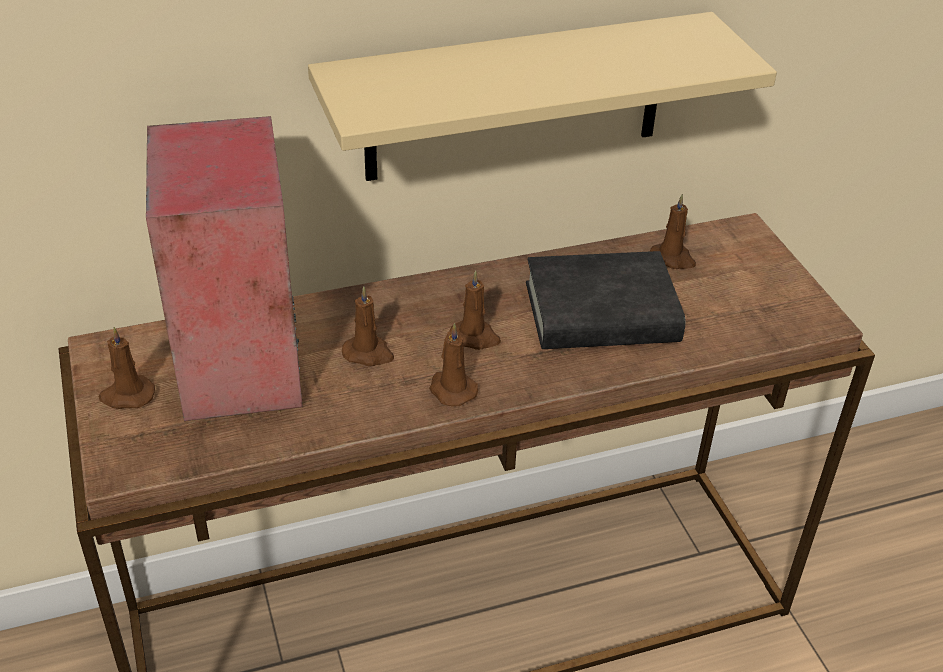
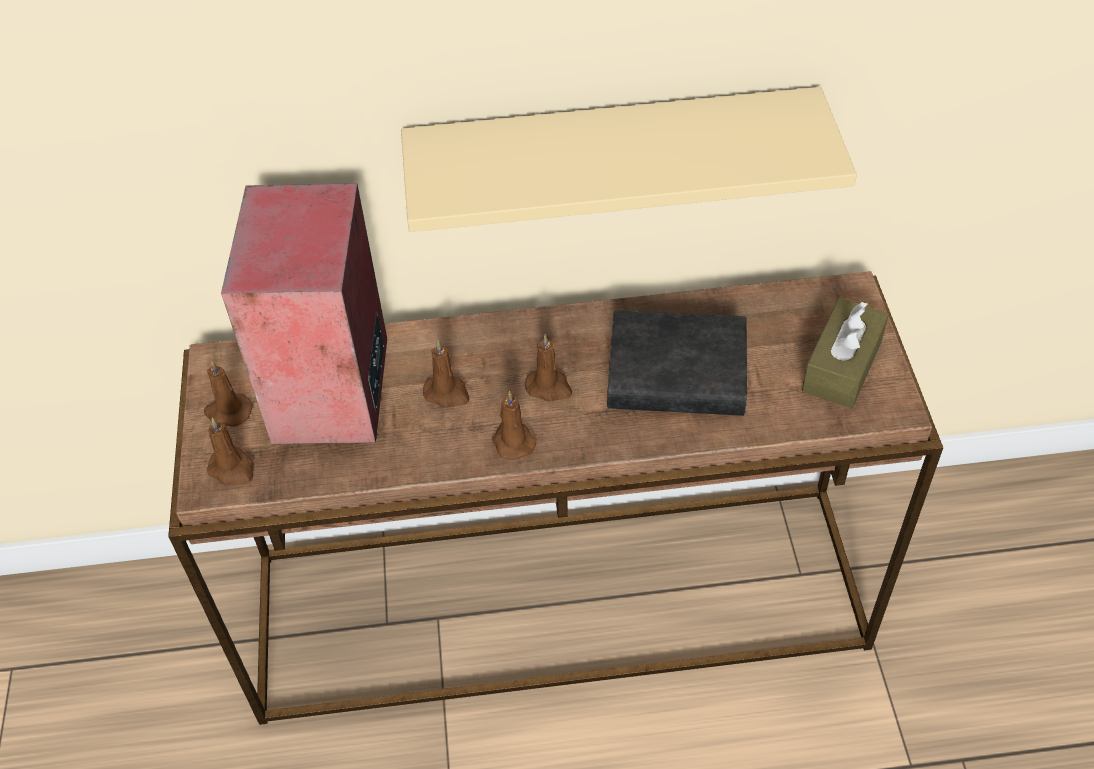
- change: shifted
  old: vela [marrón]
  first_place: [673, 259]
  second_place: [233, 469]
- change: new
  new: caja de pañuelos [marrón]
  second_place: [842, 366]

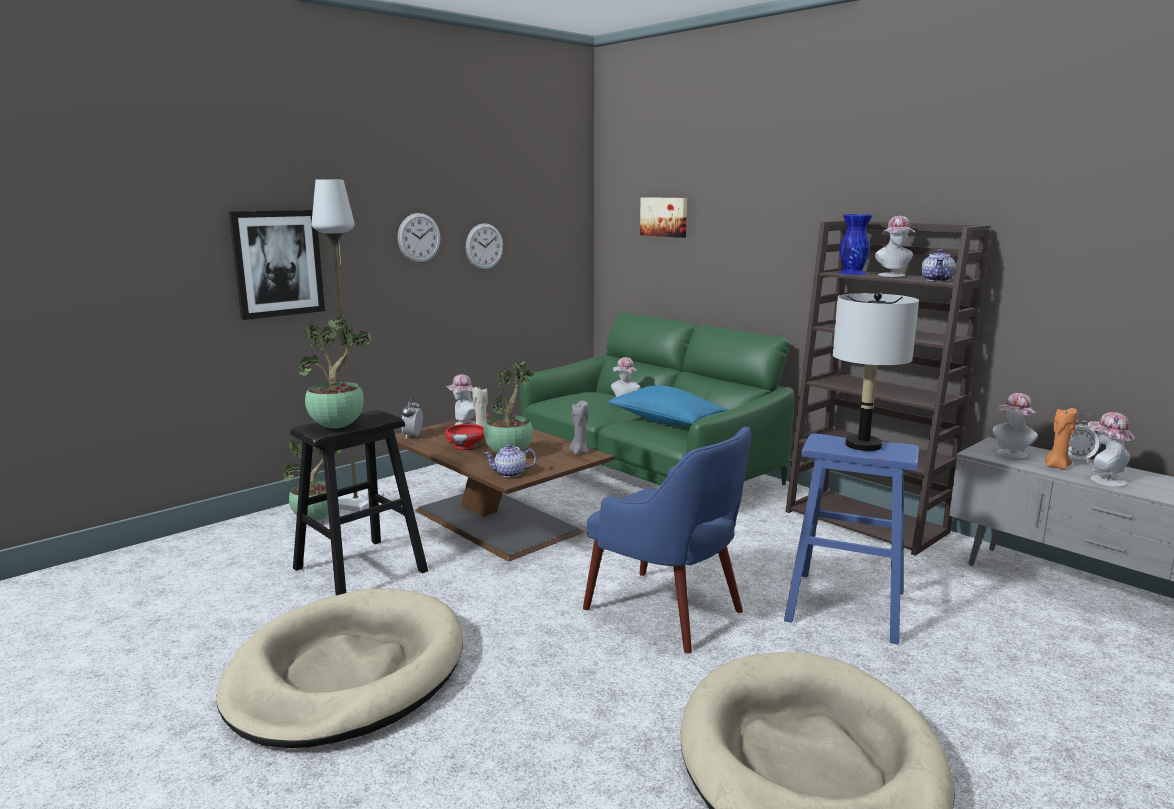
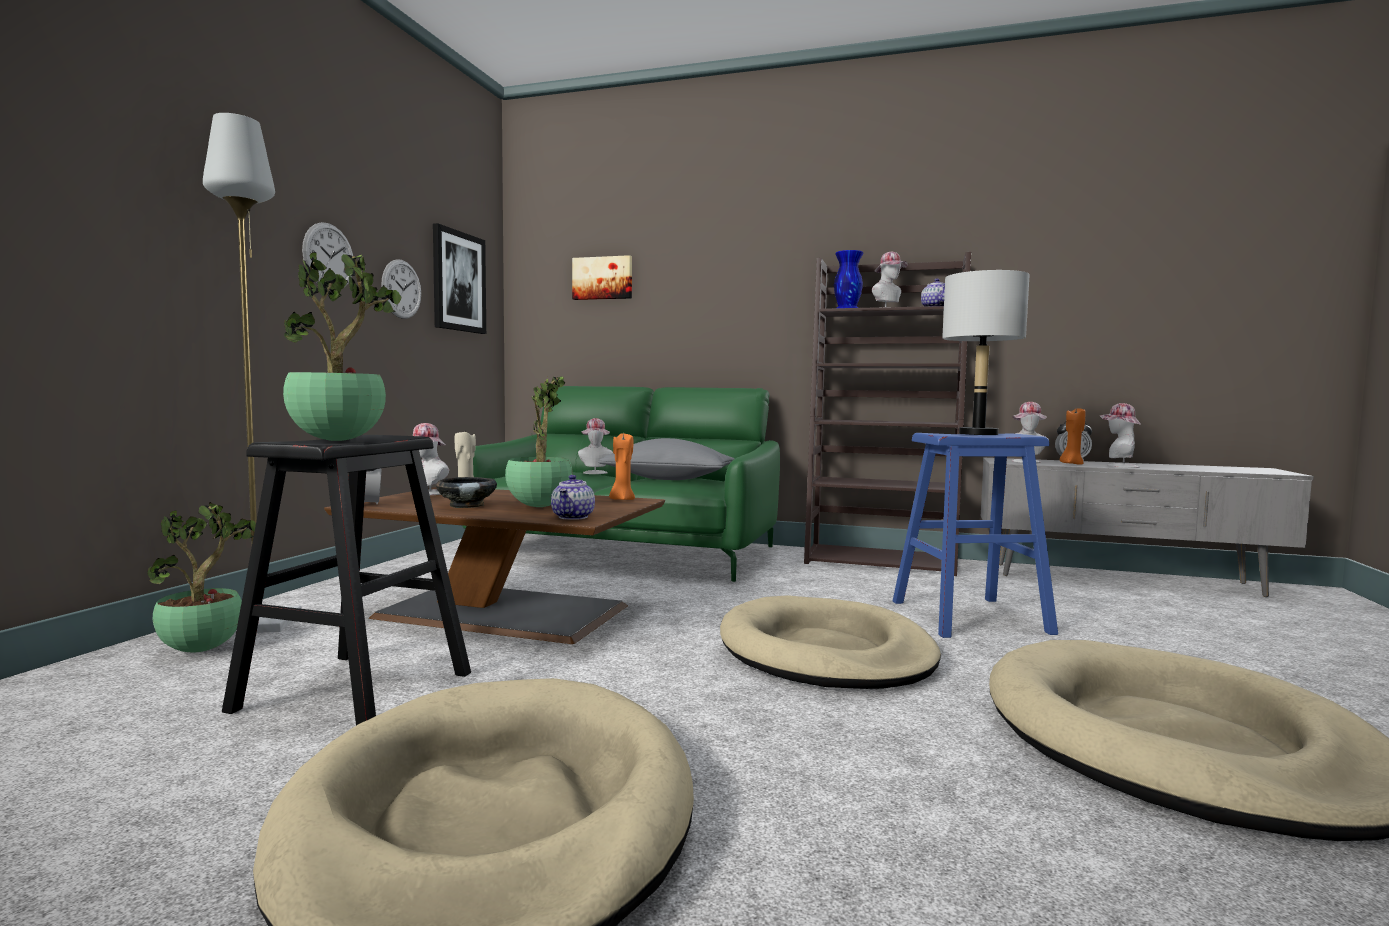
- change: shifted
  old: cuadro
  first_place: [277, 263]
  second_place: [458, 281]
- change: repainted
  old: cuenco [rojo]
  new: cuenco [negro]
  first_place: [466, 446]
  second_place: [467, 505]
- change: rotated
  old: tetera
  first_place: [510, 474]
  second_place: [573, 517]
  degrees: -45
- change: repainted
  old: vela [gris]
  new: vela [naranja]
  first_place: [579, 452]
  second_place: [622, 499]
- change: swapped
  old: sillón [azul]
  new: cama para perro [beis]
  first_place: [667, 611]
  second_place: [825, 652]
- change: repainted
  old: cojín [azul]
  new: cojín [gris]
  first_place: [666, 421]
  second_place: [668, 479]

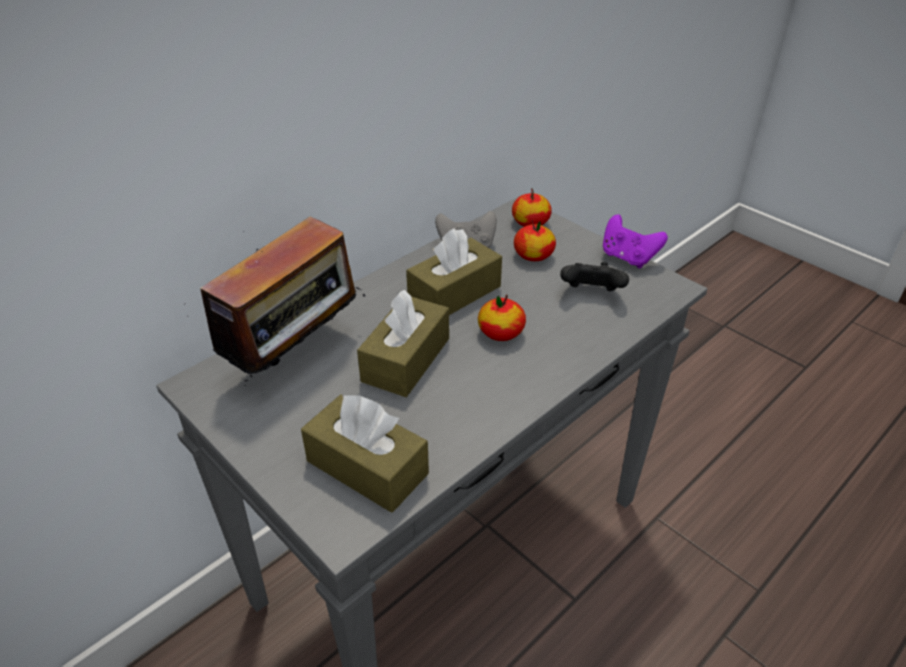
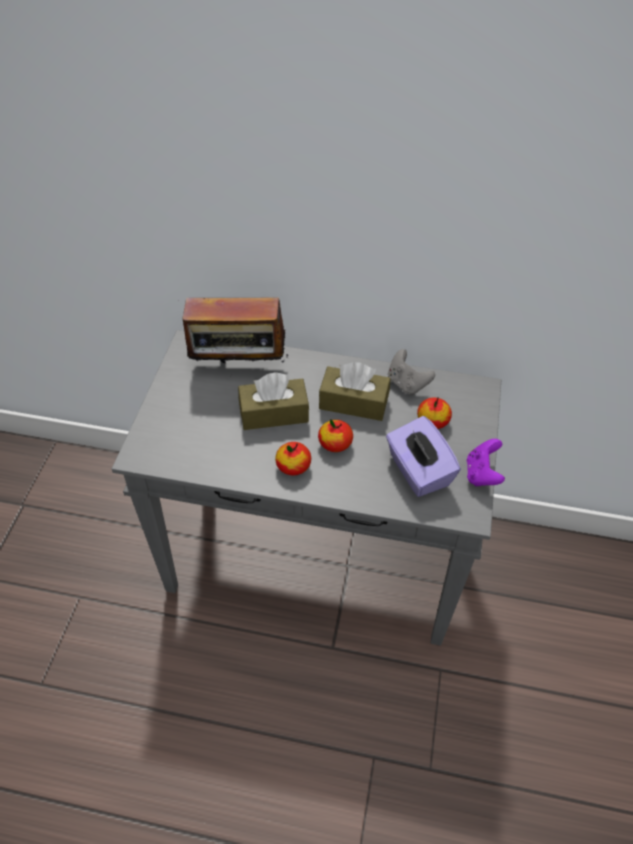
- change: gone
  old: caja de pañuelos [marrón]
  first_place: [367, 467]
- change: shifted
  old: manzana
  first_place: [530, 223]
  second_place: [293, 466]
- change: swapped
  old: mando de consola [negro]
  new: caja de pañuelos [morado]
  first_place: [591, 294]
  second_place: [418, 471]

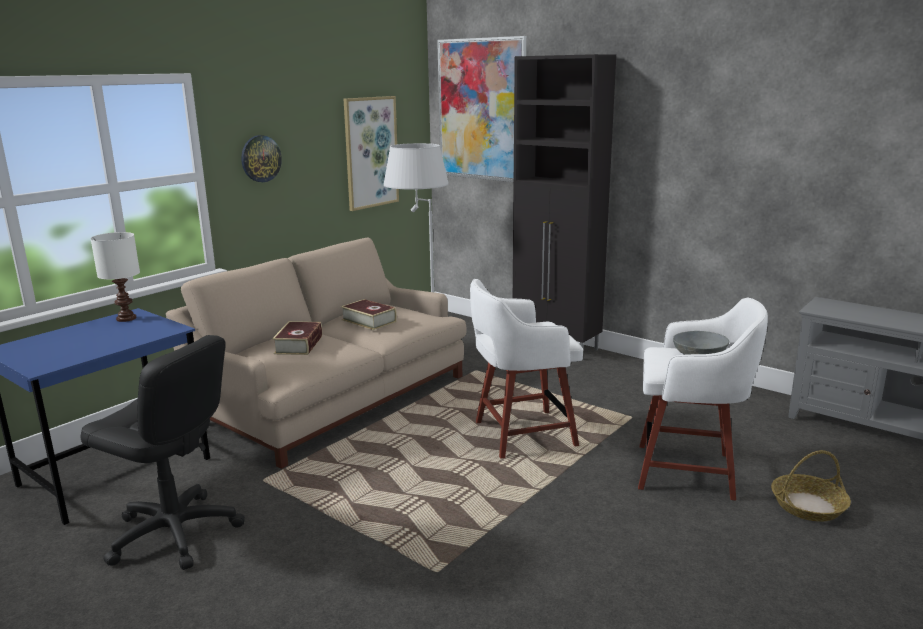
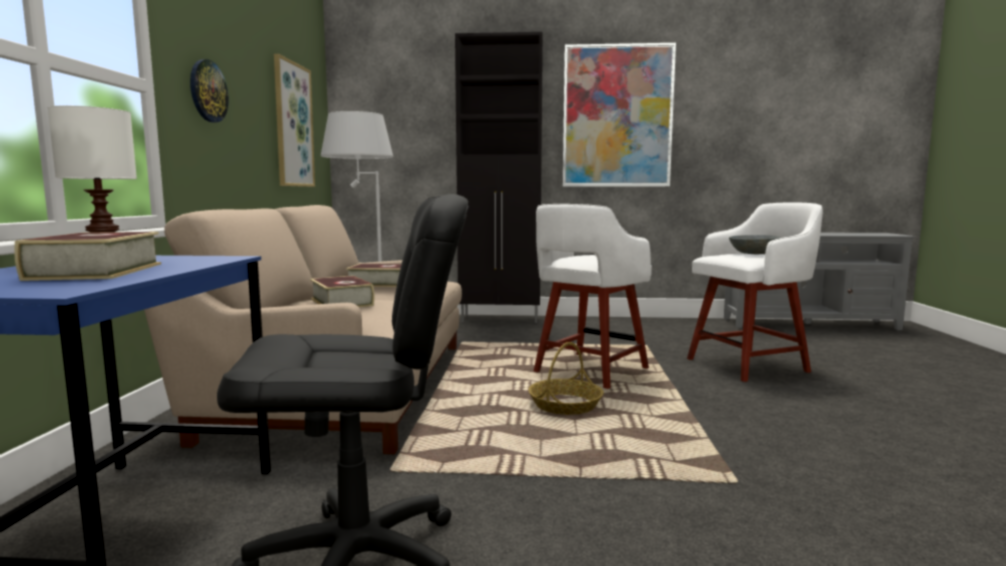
- change: shifted
  old: cuadro
  first_place: [481, 110]
  second_place: [617, 116]
- change: shifted
  old: cesta
  first_place: [808, 506]
  second_place: [565, 405]
- change: new
  new: libro
  second_place: [97, 271]

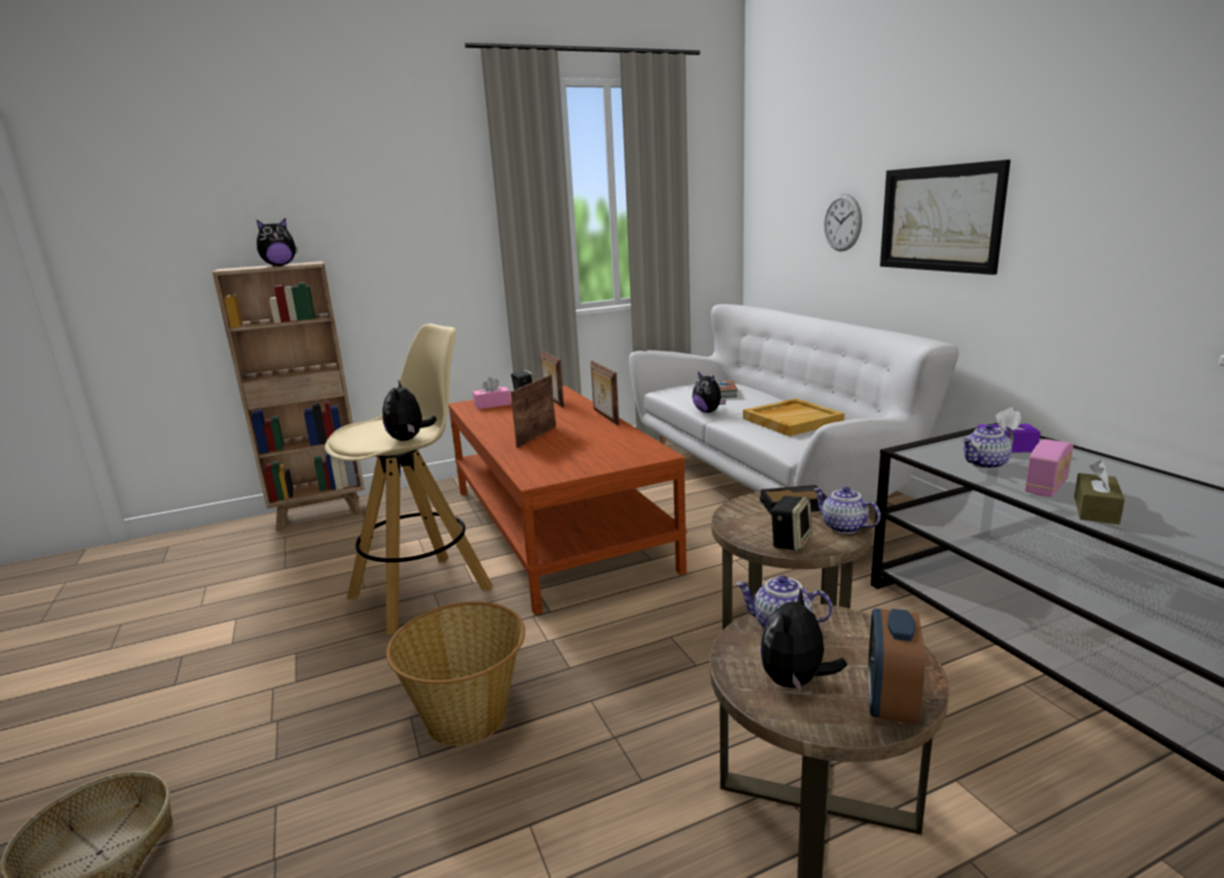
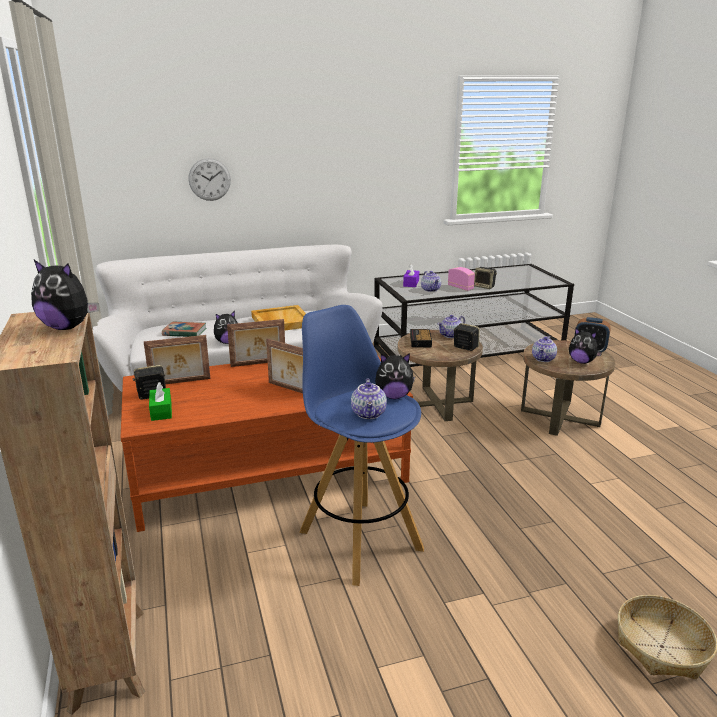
- change: rotated
  old: peluche
  first_place: [279, 265]
  second_place: [68, 327]
  degrees: 135
- change: repainted
  old: taburete [beis]
  new: taburete [azul]
  first_place: [422, 591]
  second_place: [359, 539]
- change: gone
  old: cesta
  first_place: [468, 717]
- change: repainted
  old: caja de pañuelos [rosa]
  new: caja de pañuelos [verde]
  first_place: [492, 405]
  second_place: [161, 411]
- change: gone
  old: cuadro
  first_place: [940, 218]
- change: swapped
  old: caja de pañuelos [marrón]
  new: altavoz
  first_place: [1095, 510]
  second_place: [484, 286]
- change: new
  new: tetera
  second_place: [369, 414]

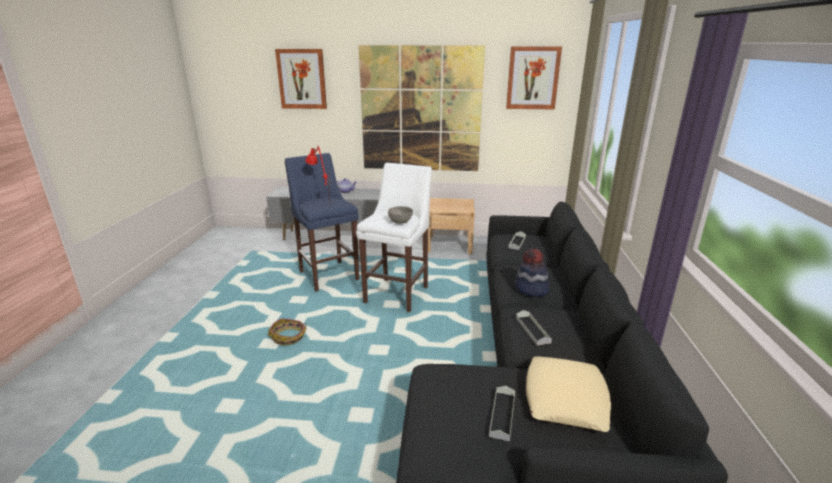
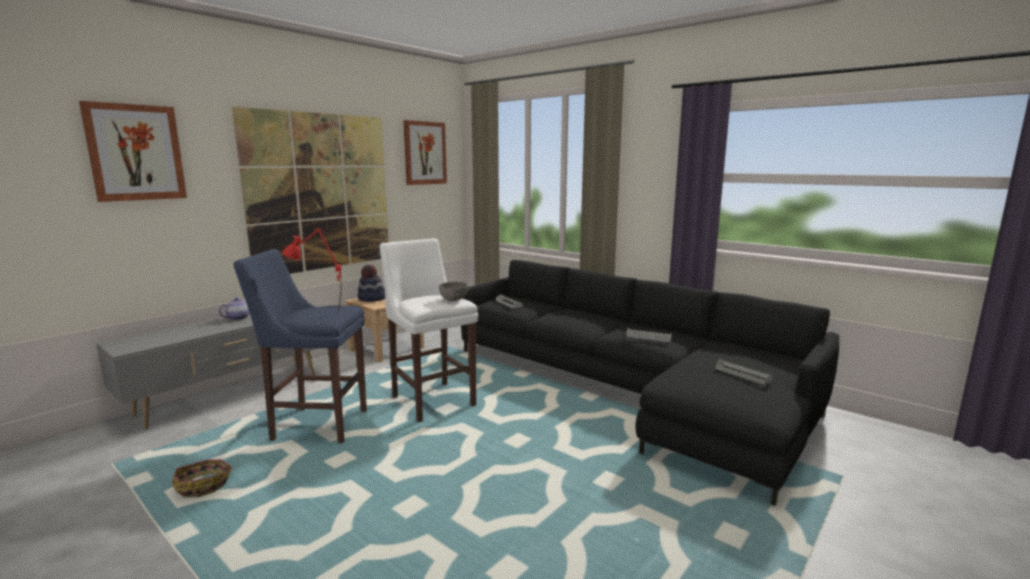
- change: shifted
  old: cesta
  first_place: [289, 337]
  second_place: [204, 485]
- change: shifted
  old: sombrero
  first_place: [531, 289]
  second_place: [372, 299]
- change: gone
  old: cojín [beis]
  first_place: [565, 399]

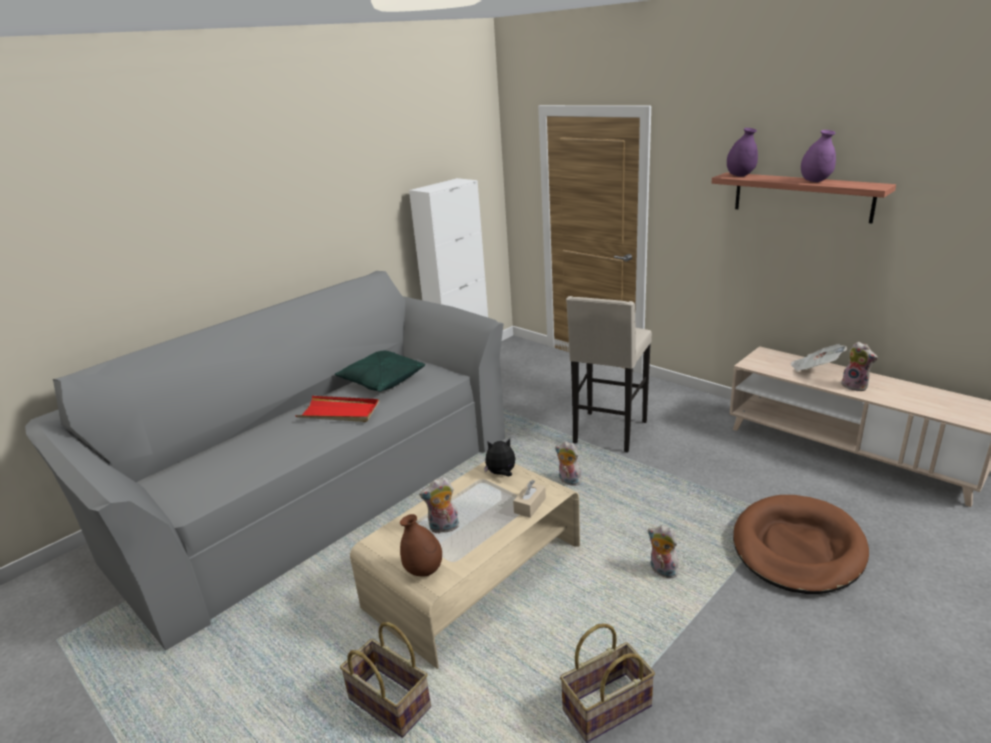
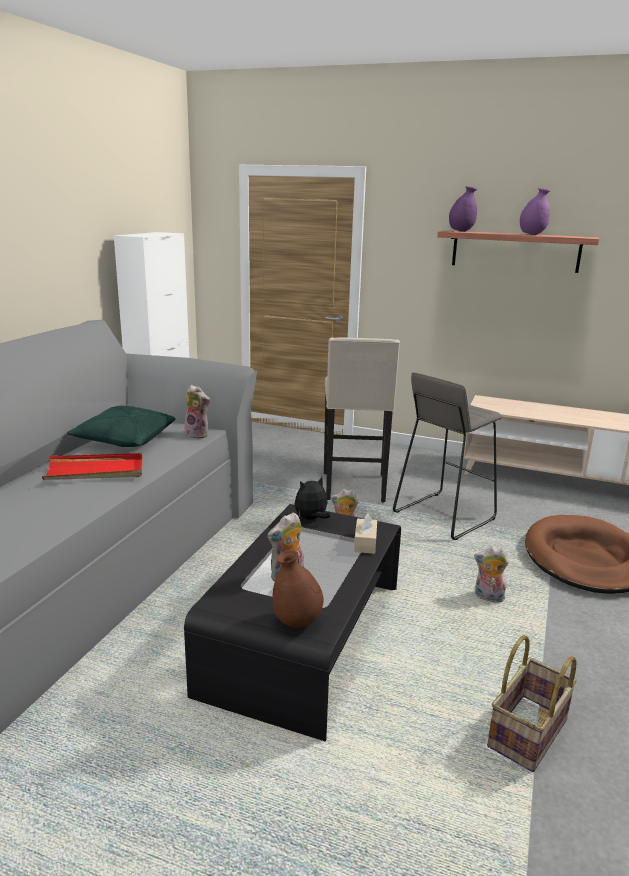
- change: gone
  old: cesta
  first_place: [388, 703]
- change: repainted
  old: mesa de centro [beis]
  new: mesa de centro [negro]
  first_place: [475, 576]
  second_place: [305, 637]
- change: gone
  old: periódico
  first_place: [815, 369]
- change: shifted
  old: peluche
  first_place: [855, 386]
  second_place: [198, 434]
- change: new
  new: taburete [gris]
  second_place: [443, 515]

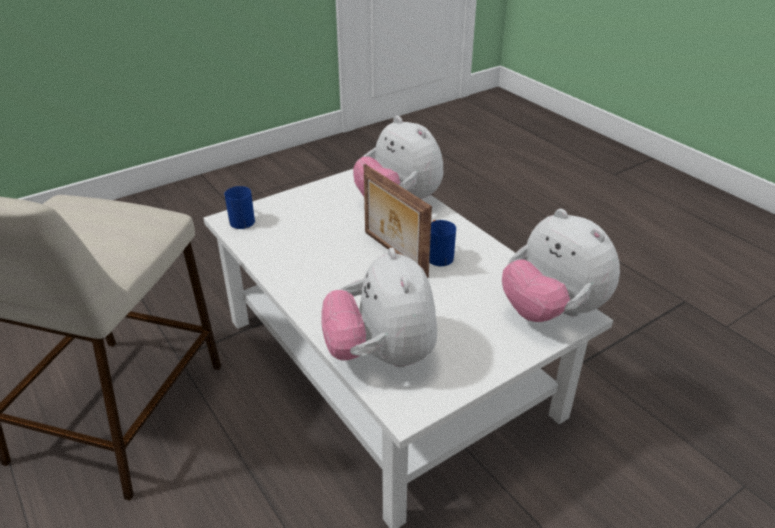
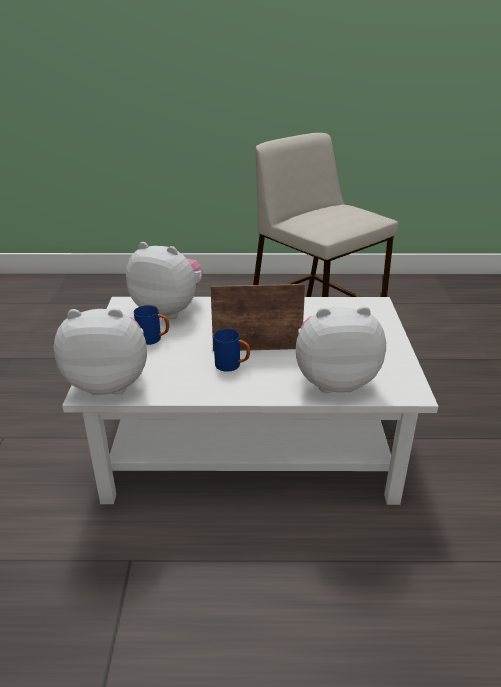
- change: shifted
  old: taza grande [azul]
  first_place: [240, 220]
  second_place: [154, 339]

